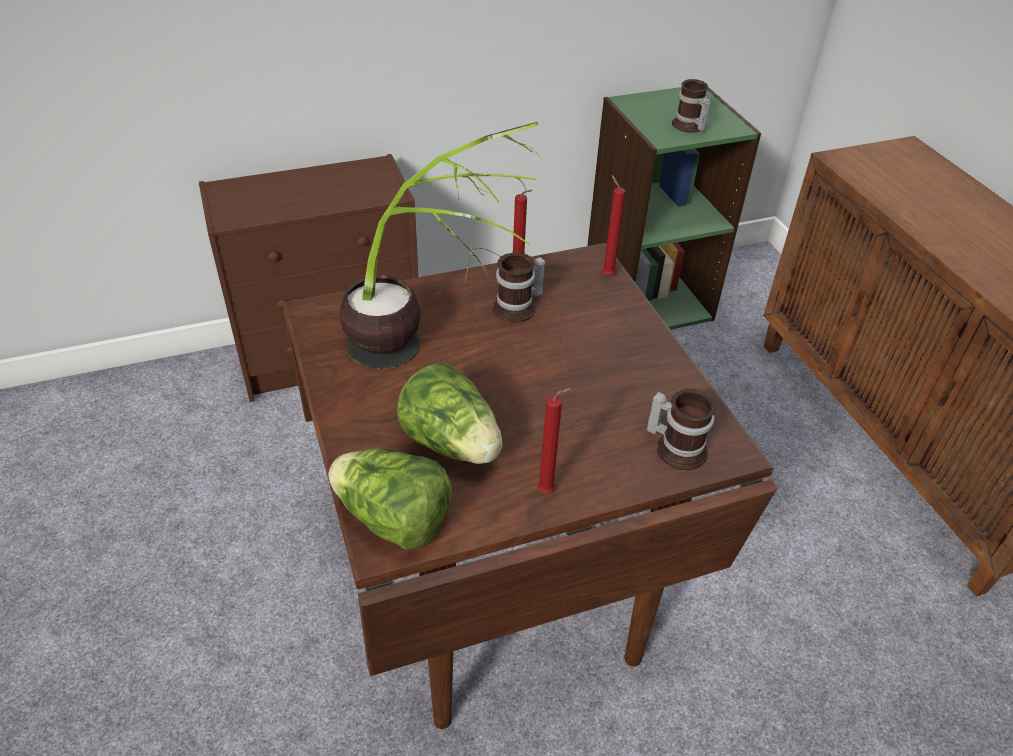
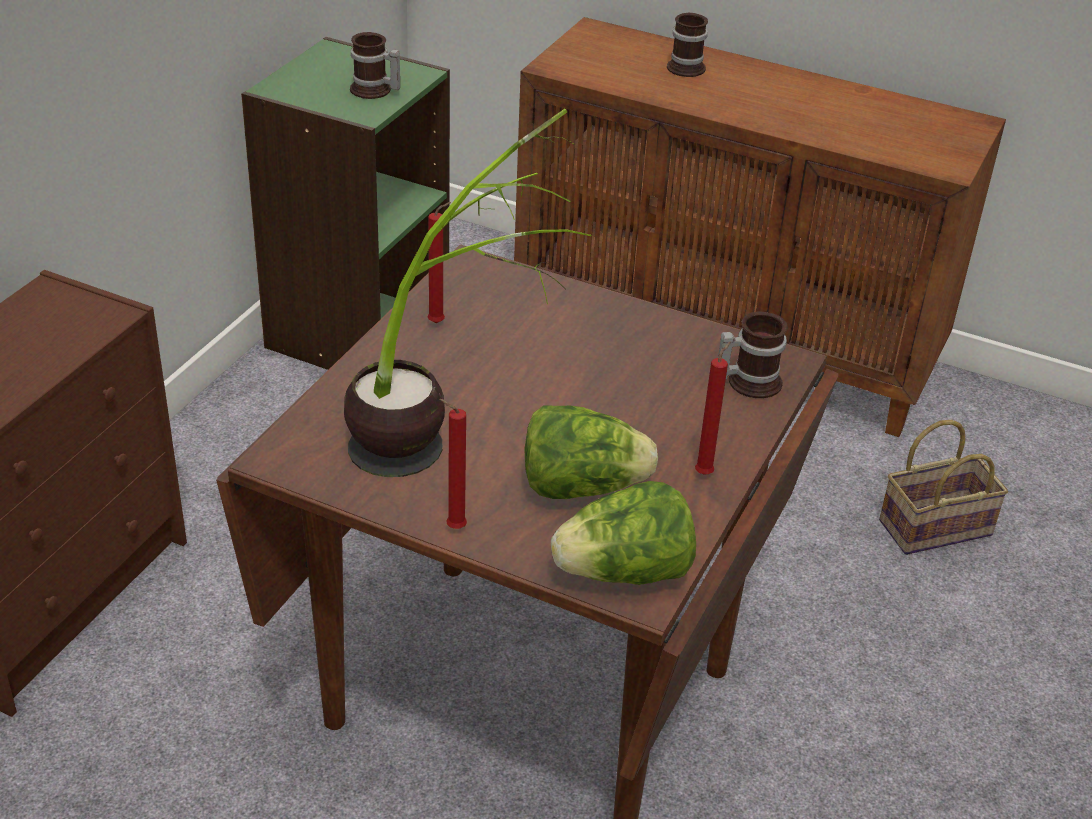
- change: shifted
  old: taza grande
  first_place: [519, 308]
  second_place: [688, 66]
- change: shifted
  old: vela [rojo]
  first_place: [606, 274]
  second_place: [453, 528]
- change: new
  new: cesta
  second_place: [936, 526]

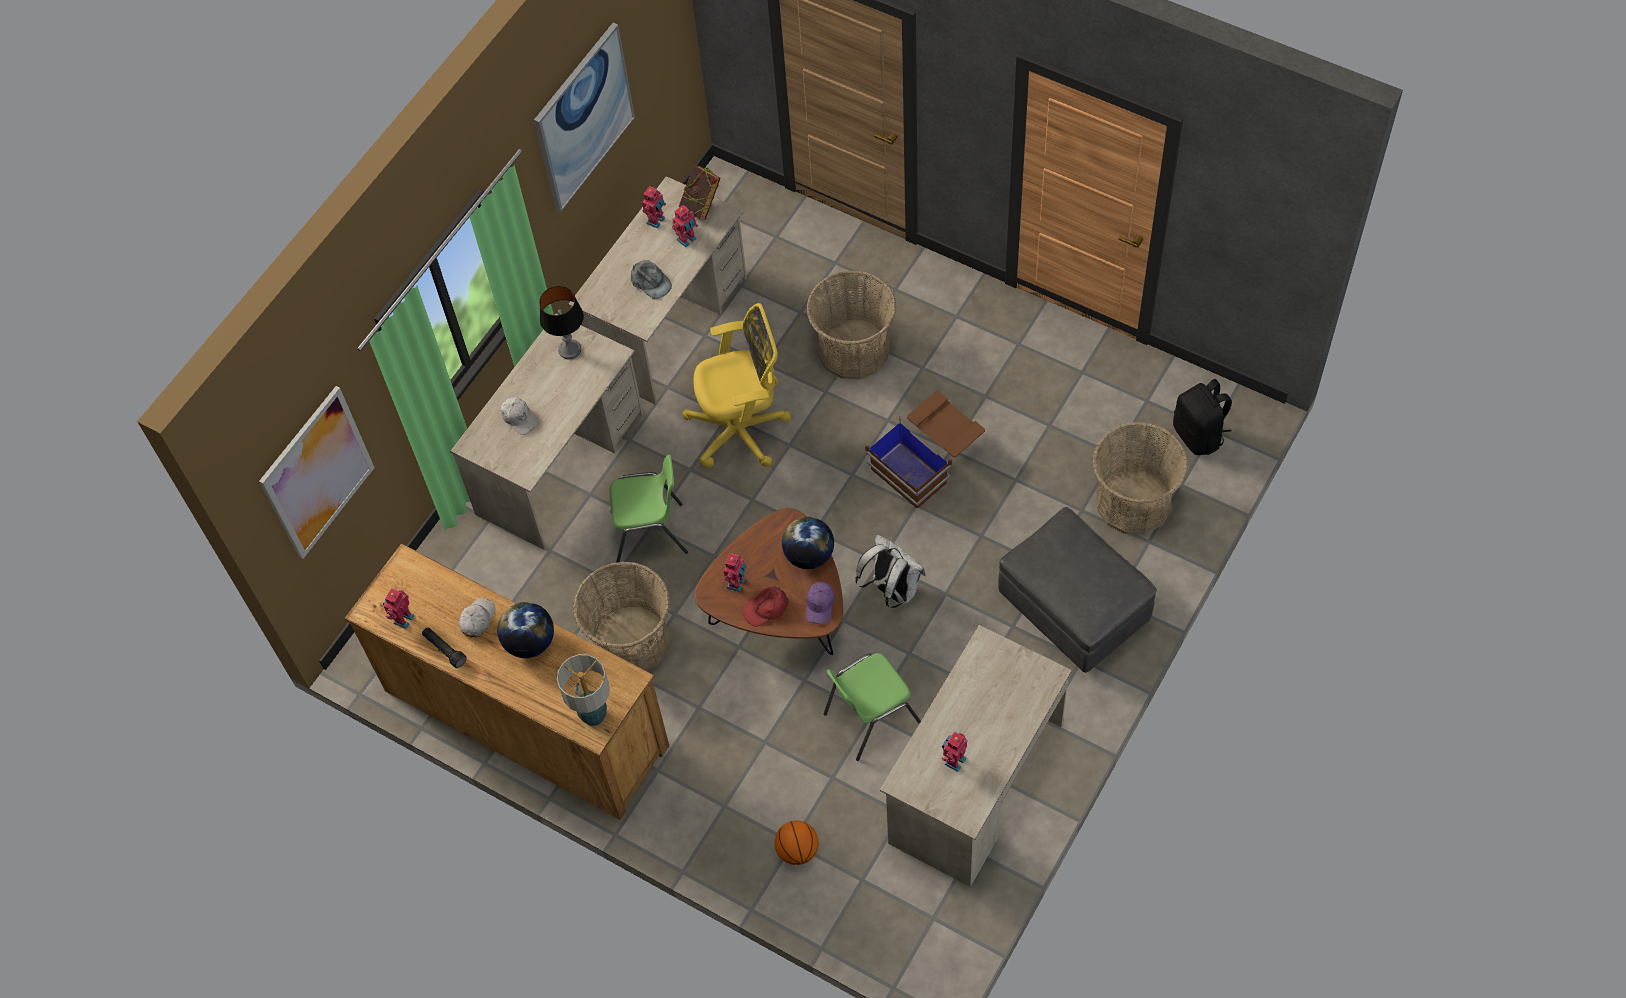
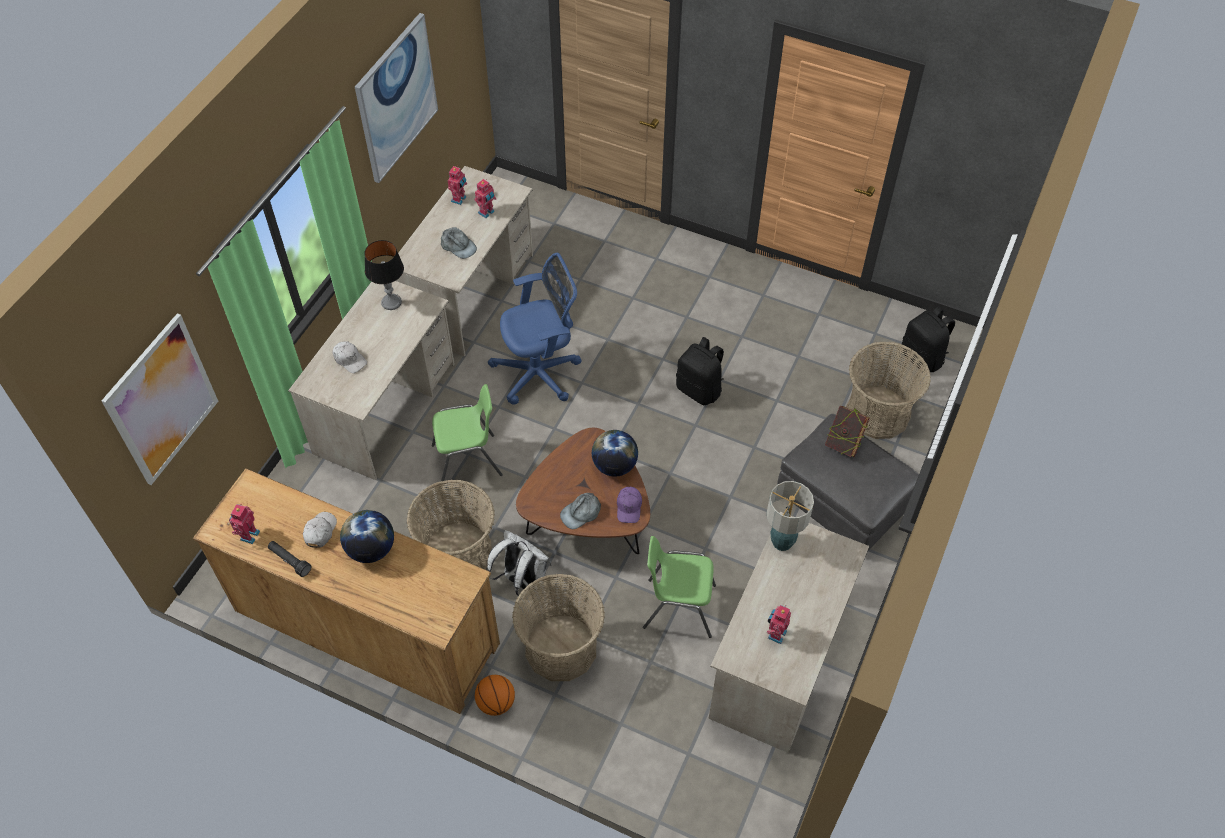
- change: shifted
  old: lámpara de mesa
  first_place: [594, 716]
  second_place: [782, 542]
- change: shifted
  old: libro
  first_place: [701, 206]
  second_place: [843, 443]
- change: repainted
  old: silla de oficina [amarillo]
  new: silla de oficina [azul]
  first_place: [742, 430]
  second_place: [540, 373]
- change: gone
  old: robot de juguete
  first_place: [737, 583]
- change: repainted
  old: gorra [rojo]
  new: gorra [gris]
  first_place: [766, 608]
  second_place: [581, 513]
- change: shifted
  old: balón de baloncesto
  first_place: [797, 850]
  second_place: [496, 702]
- change: shifted
  old: cesta
  first_place: [853, 349]
  second_place: [561, 648]
- change: rotated
  old: silla [verde]
  first_place: [870, 718]
  second_place: [678, 606]
  degrees: 45
- change: shifted
  old: mochila [blanco]
  first_place: [892, 590]
  second_place: [522, 580]
- change: swapped
  old: caja de almacenaje [marrón]
  new: mochila [negro]
  first_place: [926, 461]
  second_place: [700, 389]

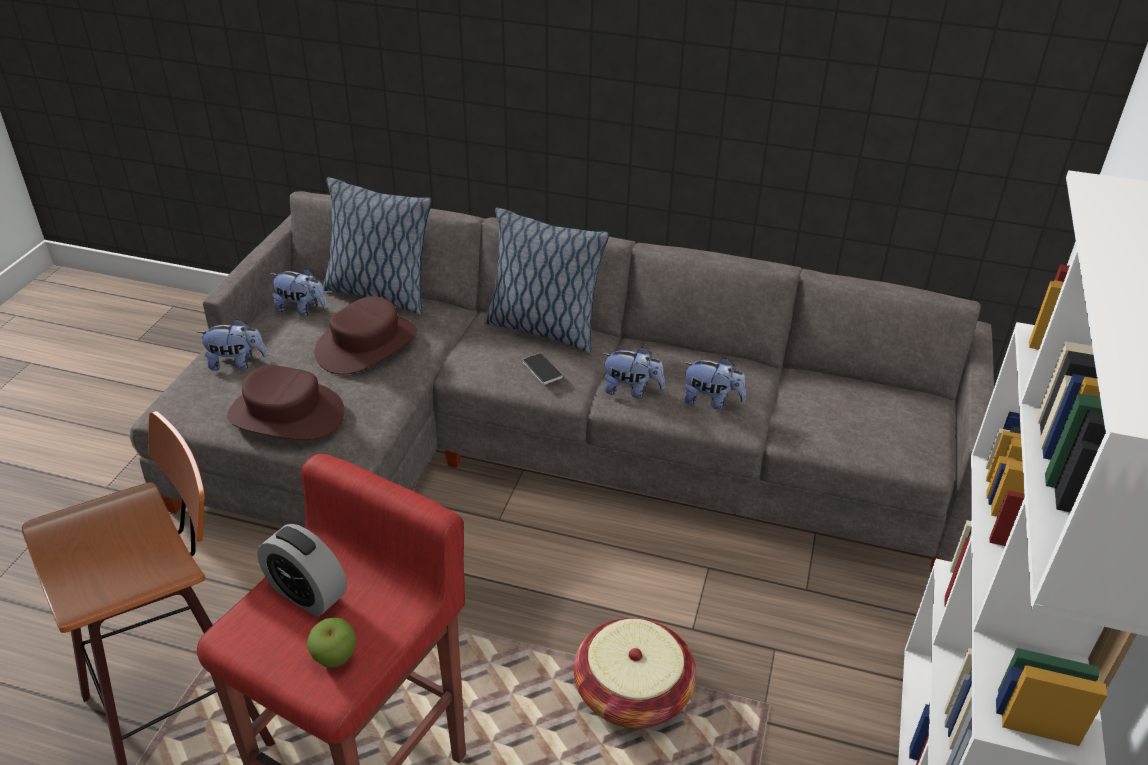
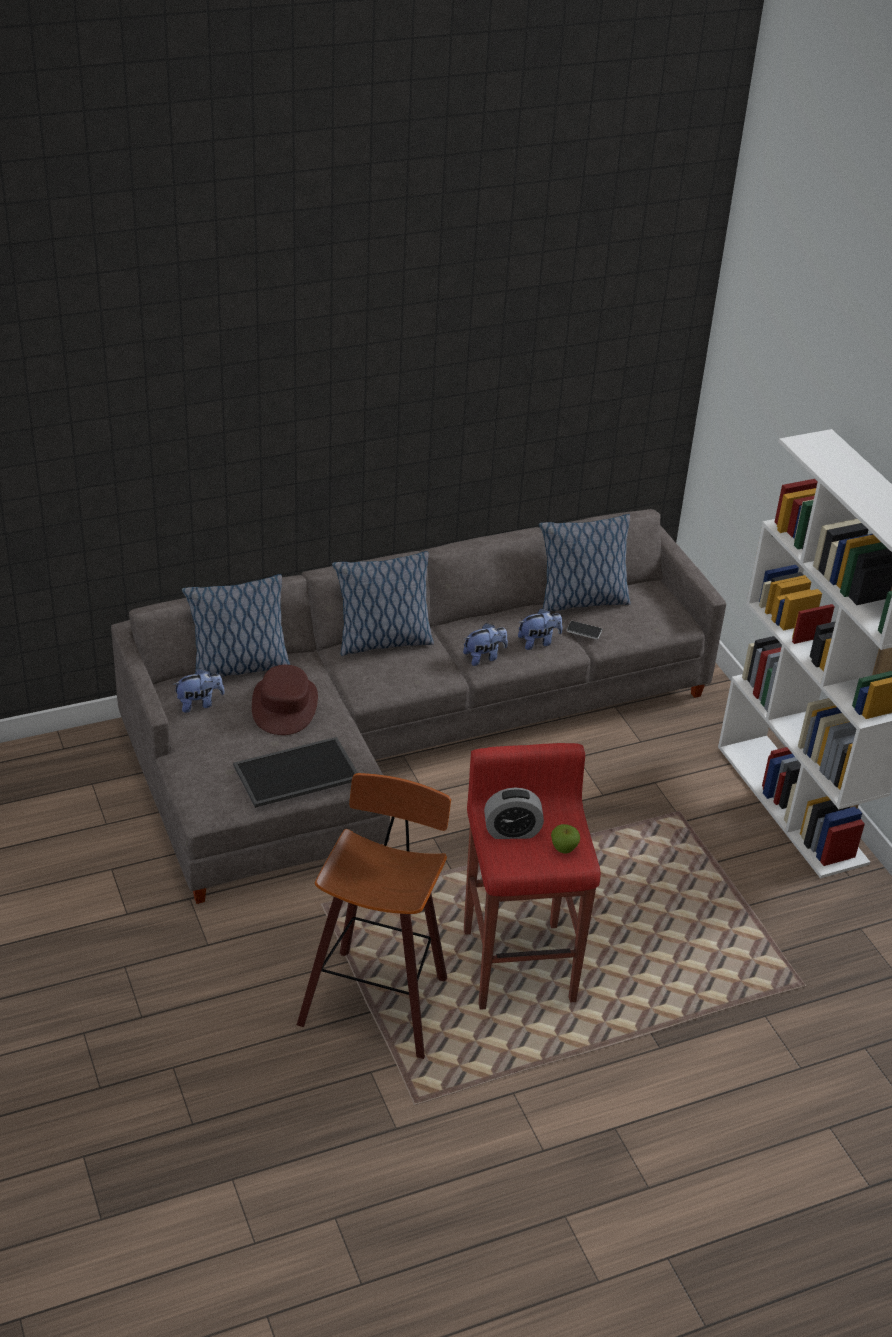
- change: gone
  old: peluche
  first_place: [237, 363]
- change: swapped
  old: sombrero [marrón]
  new: bandeja
  first_place: [286, 414]
  second_place: [296, 774]
- change: shifted
  old: móvil
  first_place: [542, 370]
  second_place: [584, 631]
- change: gone
  old: cesta
  first_place: [632, 693]
- change: new
  new: cojín
  second_place: [581, 601]

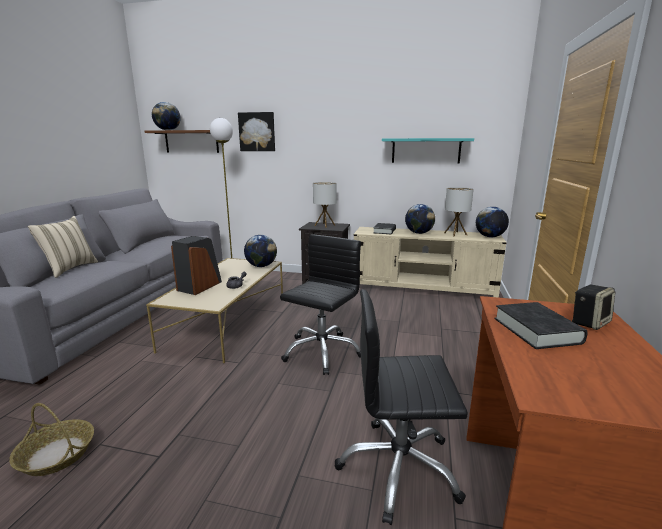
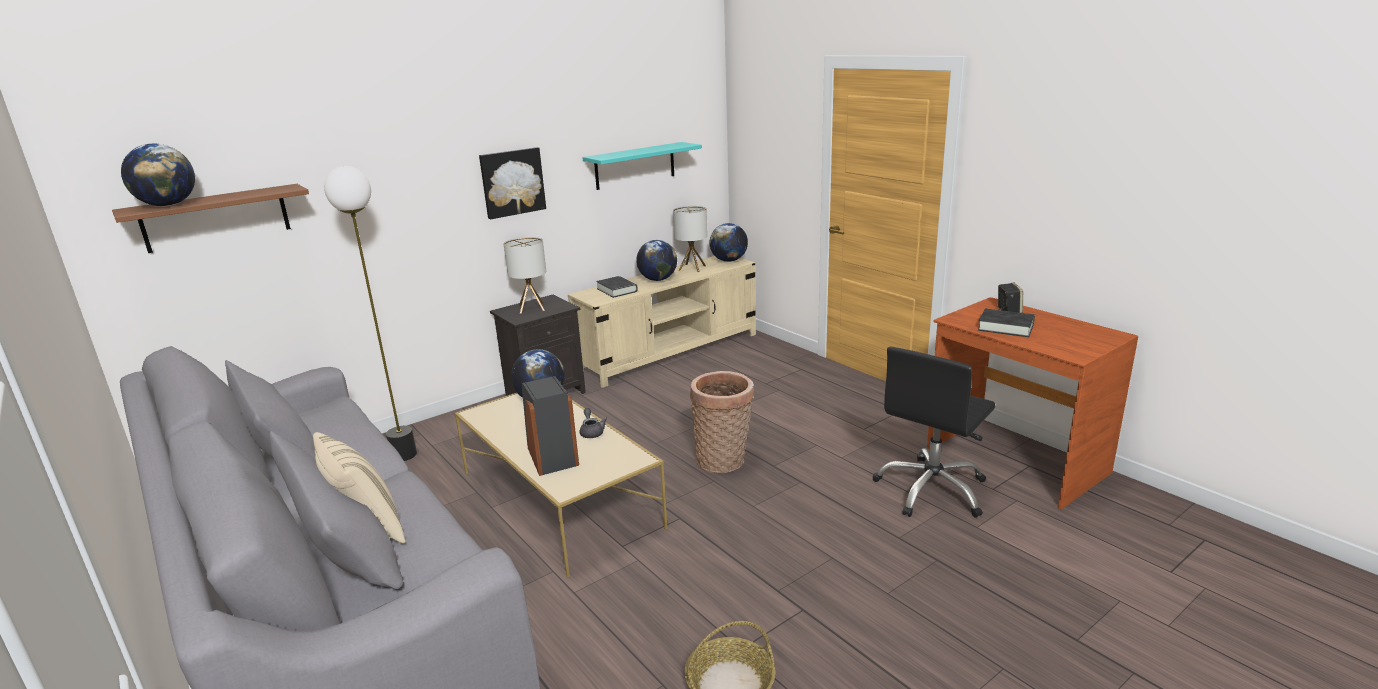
- change: shifted
  old: cuadro
  first_place: [257, 132]
  second_place: [512, 182]
- change: swapped
  old: silla de oficina [negro]
  new: cesta
  first_place: [321, 352]
  second_place: [724, 461]

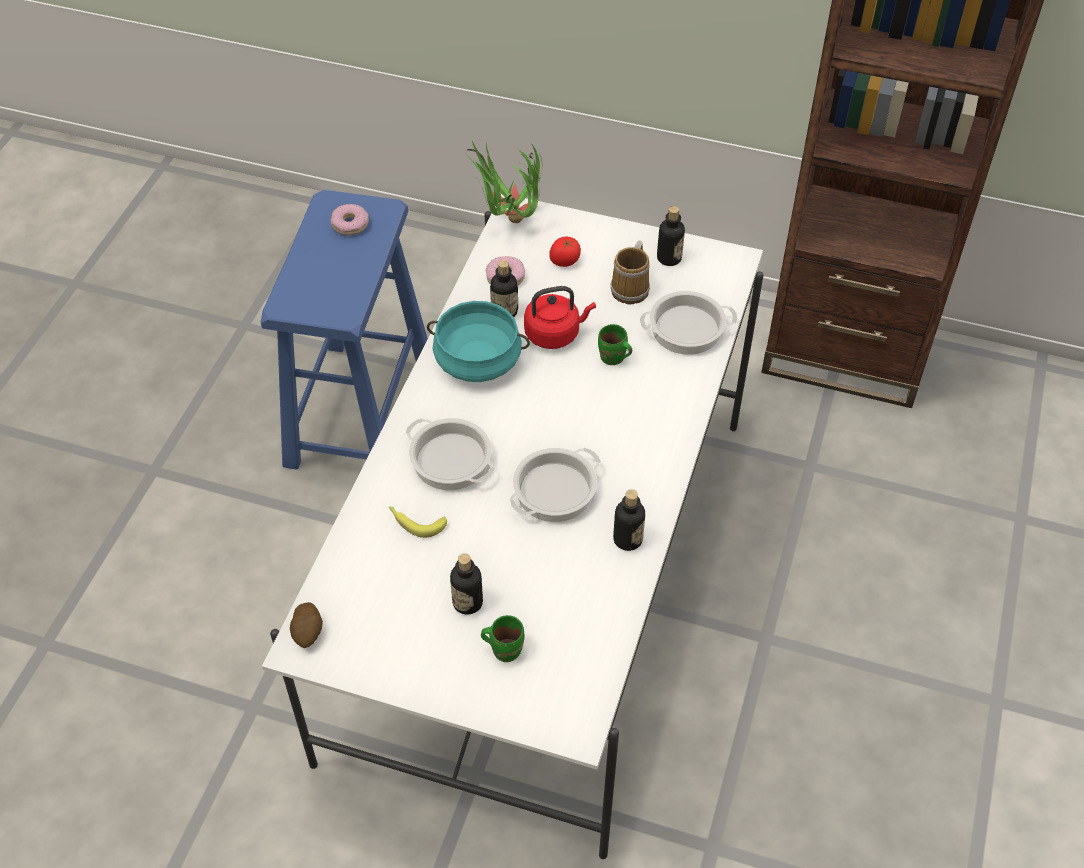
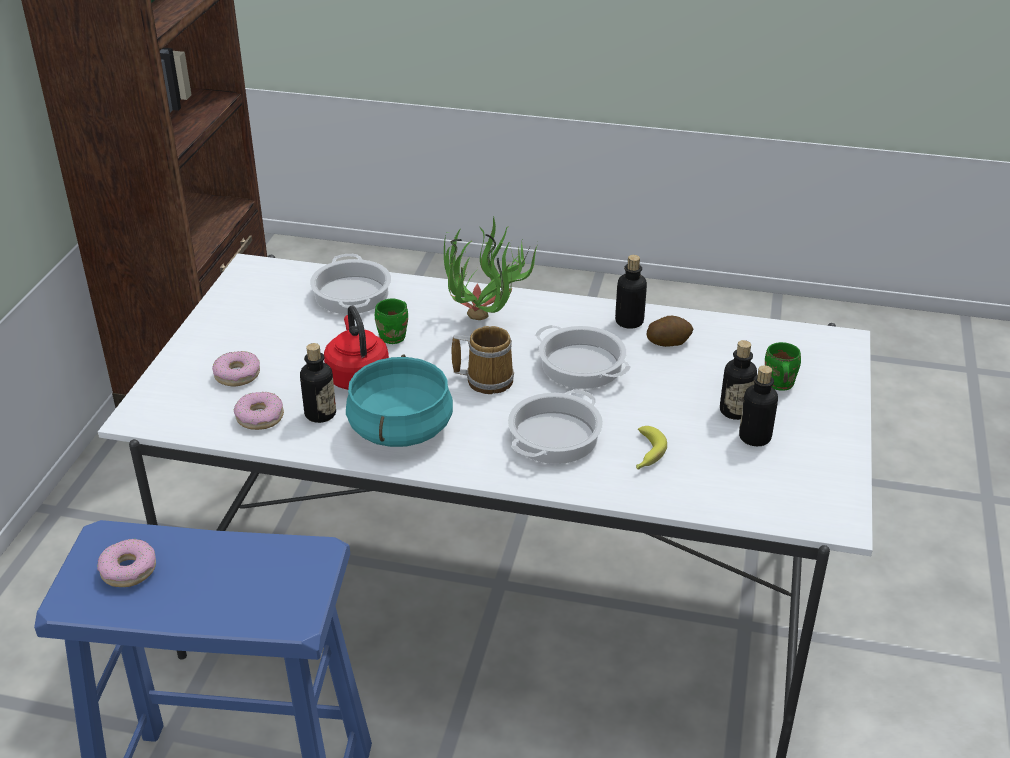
- change: shifted
  old: patata
  first_place: [308, 632]
  second_place: [668, 342]
- change: shifted
  old: planta en maceta
  first_place: [508, 225]
  second_place: [486, 325]
- change: swapped
  old: tomate
  new: rosquilla
  first_place: [564, 261]
  second_place: [237, 375]
- change: shifted
  old: taza grande
  first_place: [632, 288]
  second_place: [487, 379]
- change: shifted
  old: botella
  first_place: [669, 258]
  second_place: [755, 437]

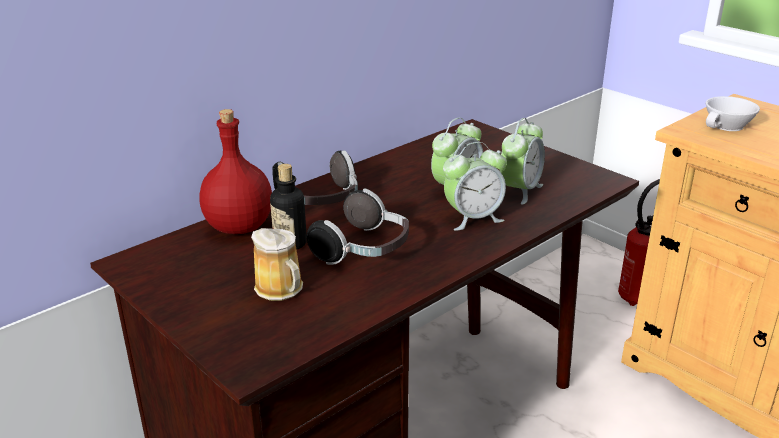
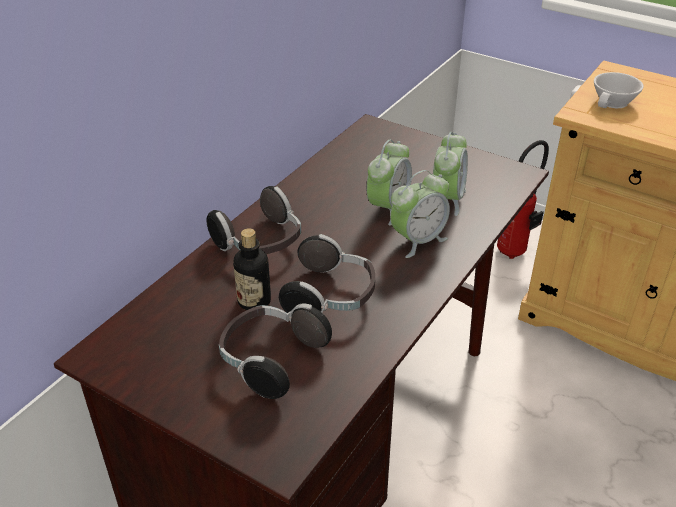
- change: gone
  old: botella [rojo]
  first_place: [238, 226]
- change: swapped
  old: taza grande
  new: auriculares
  first_place: [281, 289]
  second_place: [271, 360]

